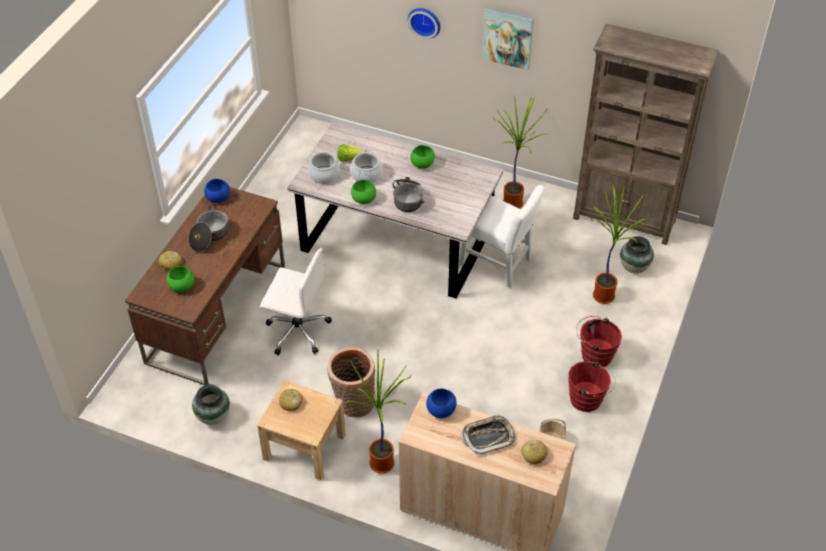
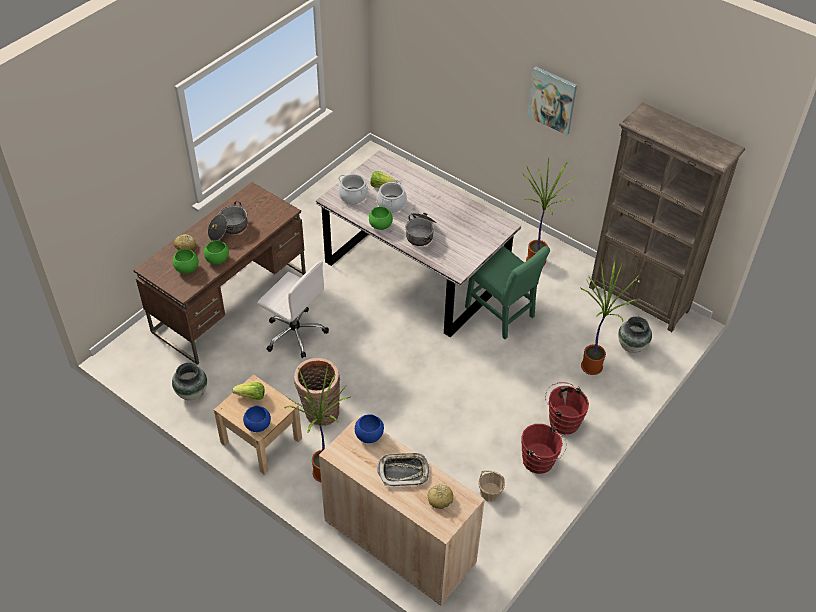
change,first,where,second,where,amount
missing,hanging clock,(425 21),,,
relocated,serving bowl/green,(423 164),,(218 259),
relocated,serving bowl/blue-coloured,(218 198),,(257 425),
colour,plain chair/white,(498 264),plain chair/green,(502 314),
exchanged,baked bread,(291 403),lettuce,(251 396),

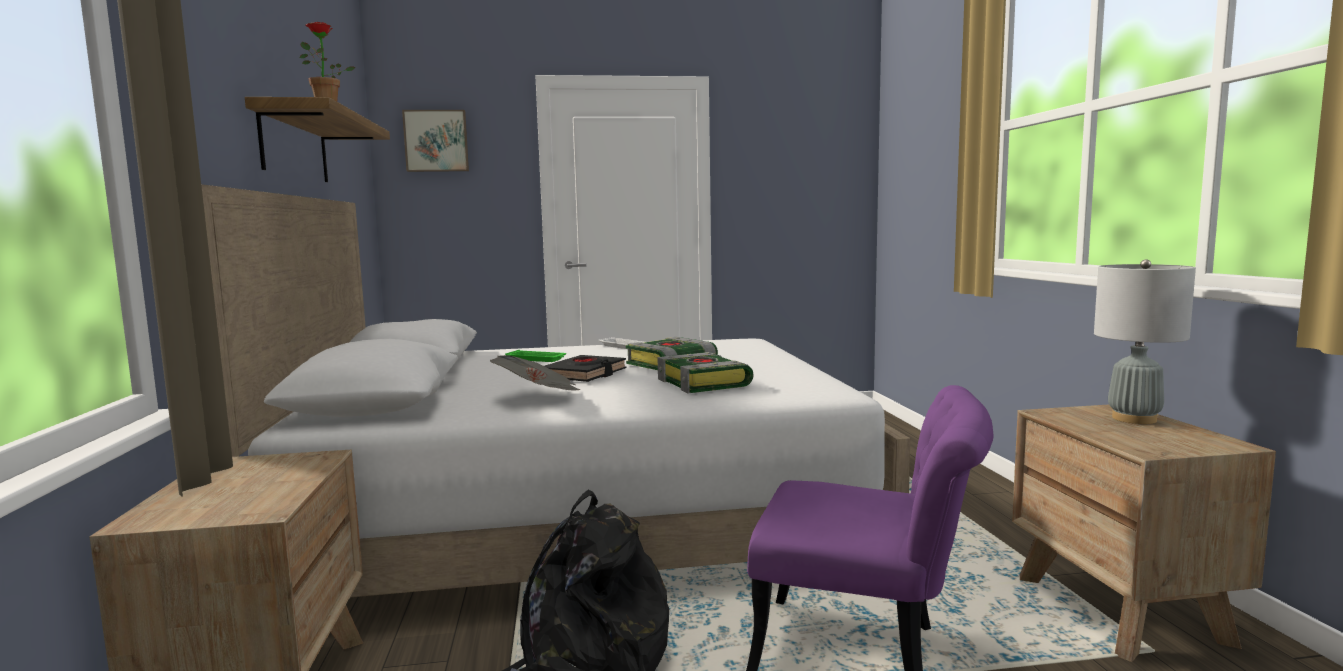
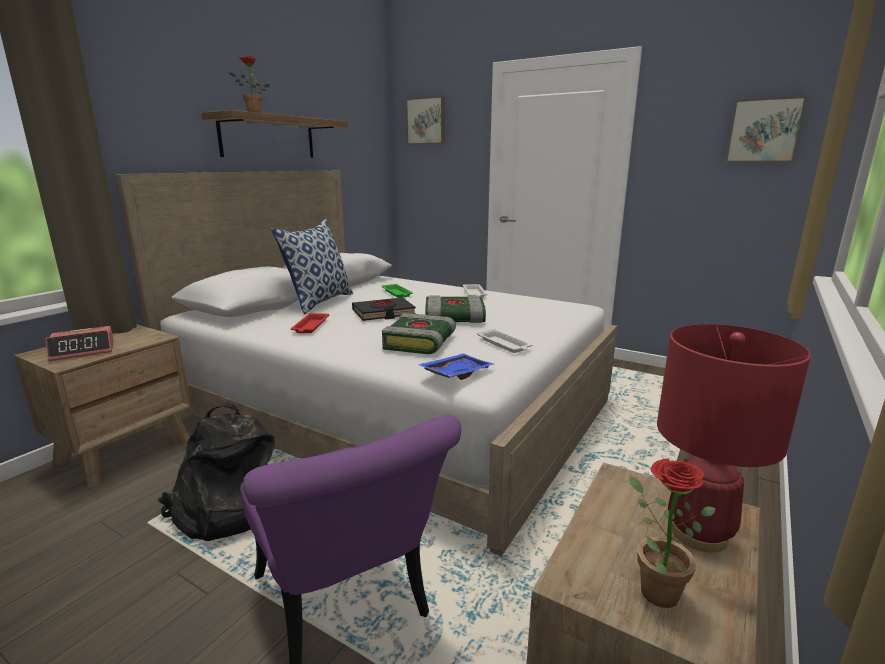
change,first,where,second,where,amount
colour,tabletop lamp/greyish,(1134 418),tabletop lamp/reddish,(699 533),
exchanged,printed paper,(539 398),carrying tray/reddish,(310 326),
appeared,,,picture,(764 131),
appeared,,,throw pillow,(319 302),
appeared,,,bedside clock,(83 351),
appeared,,,carrying tray/white,(504 344),
appeared,,,carrying tray/blue-coloured,(456 374),
appeared,,,houseplant,(651 588),

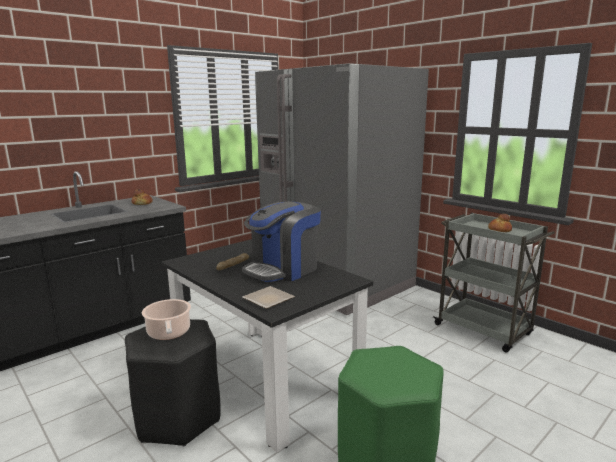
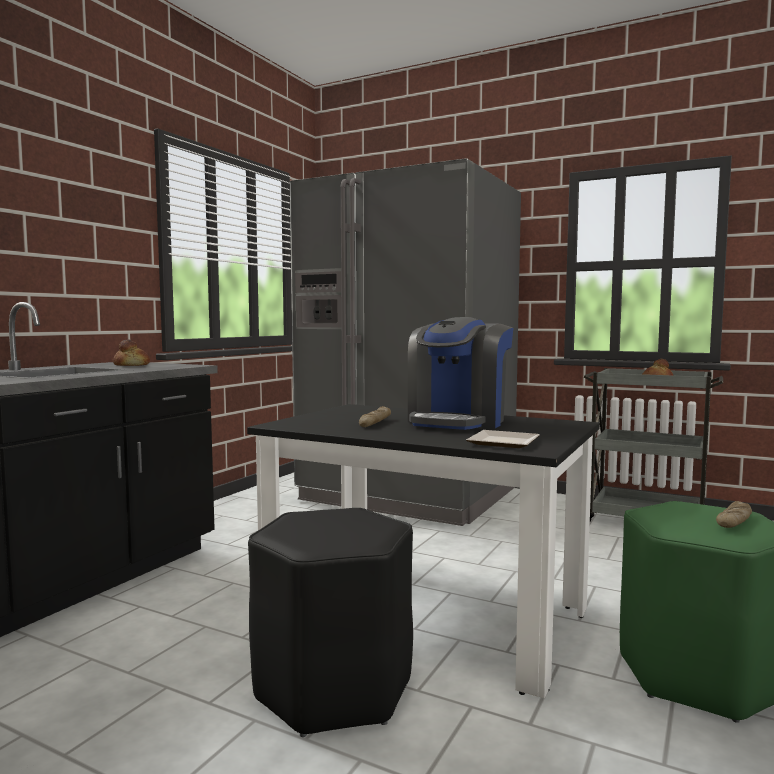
change,first,where,second,where,amount
missing,cooking pot,(169 333),,,
appeared,,,baked bread,(734 522),

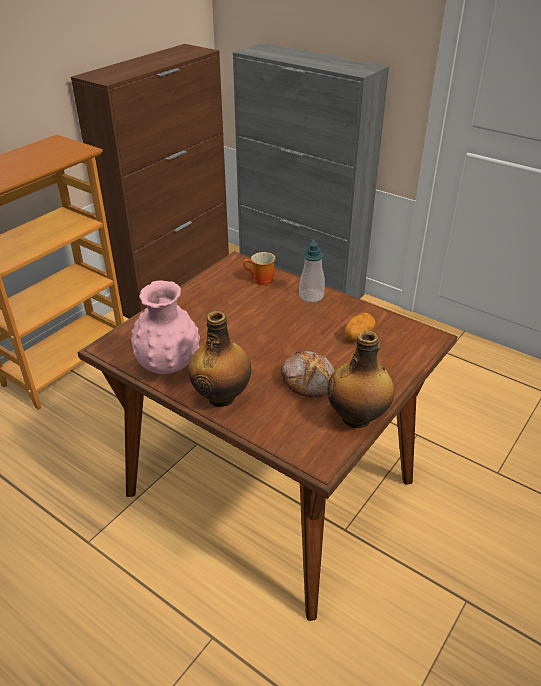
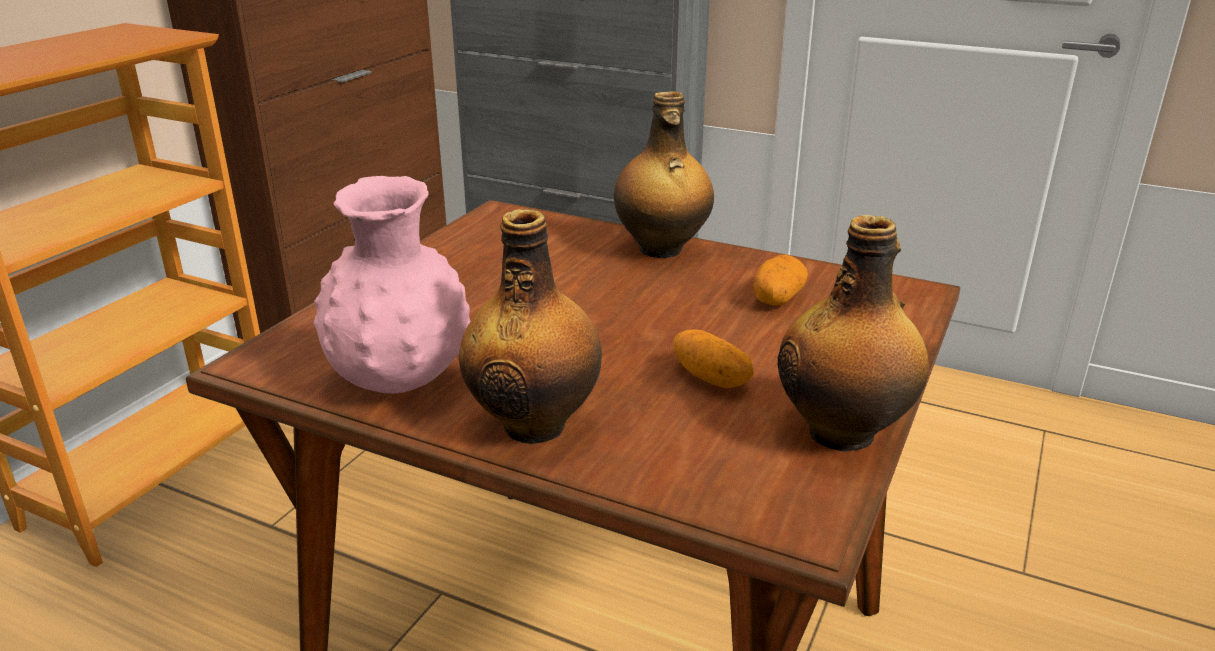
change,first,where,second,where,amount
exchanged,soap dispenser,(311 296),beverage bottle,(661 250),
missing,coffee mug,(260 280),,,
exchanged,baked bread,(308 380),spud,(711 378),

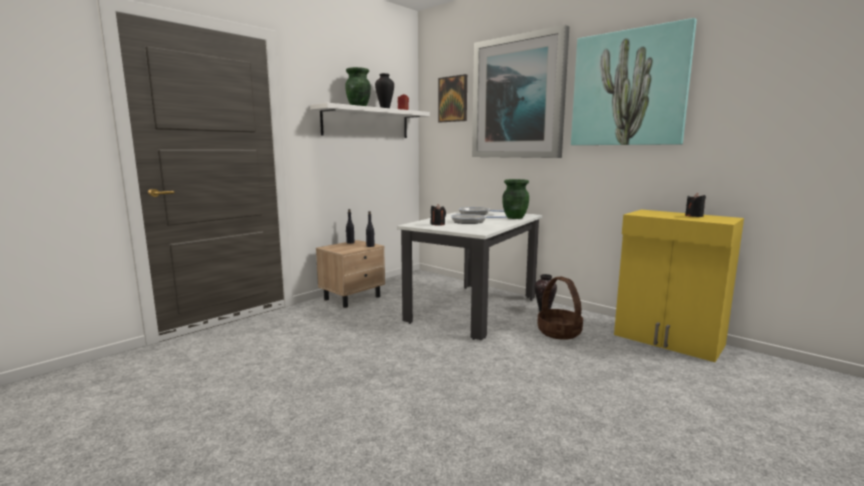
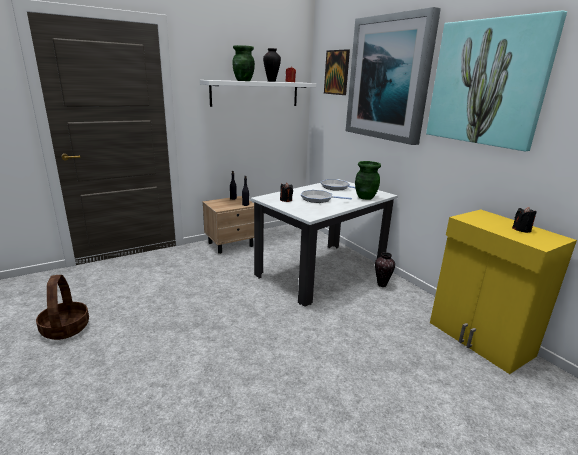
change,first,where,second,where,amount
relocated,household basket,(559 332),,(65 328),

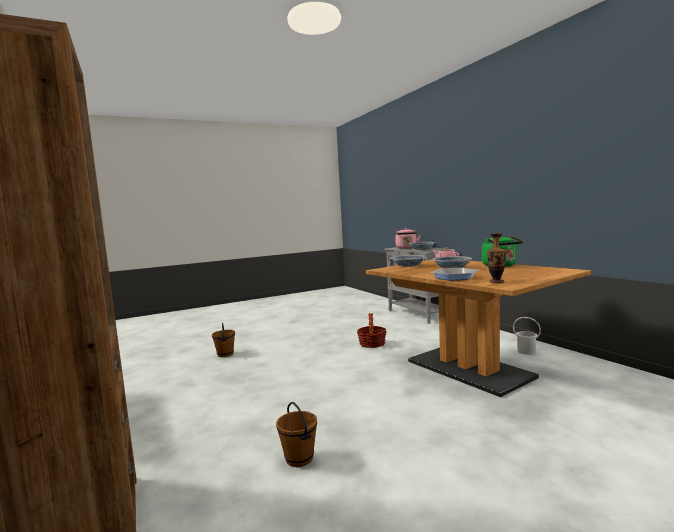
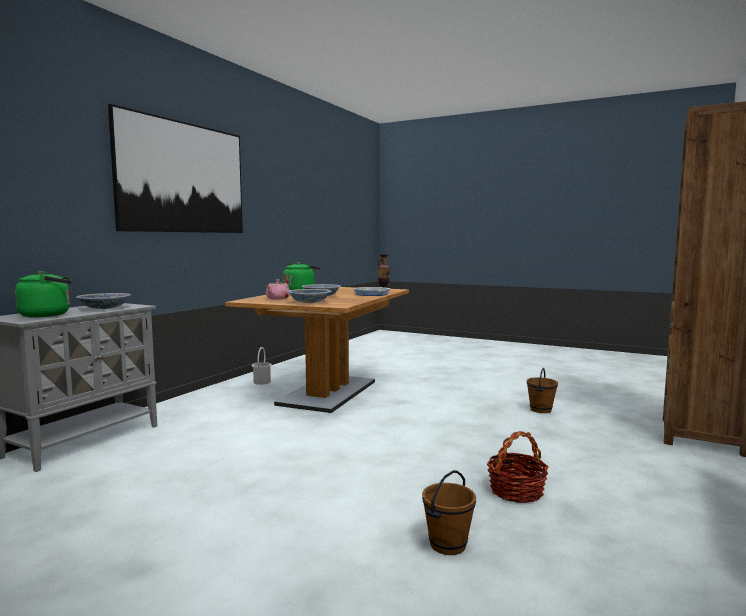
change,first,where,second,where,amount
colour,water kettle/pink,(406 248),water kettle/green,(48 315),
relocated,household basket,(372 344),,(516 491),
appeared,,,picture,(183 178),

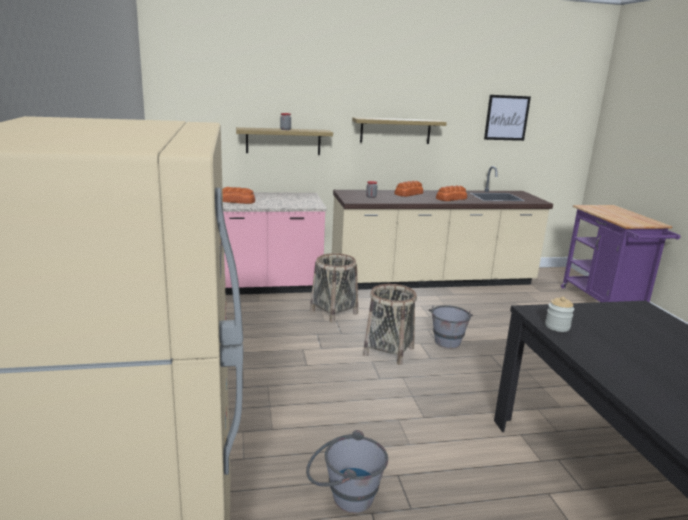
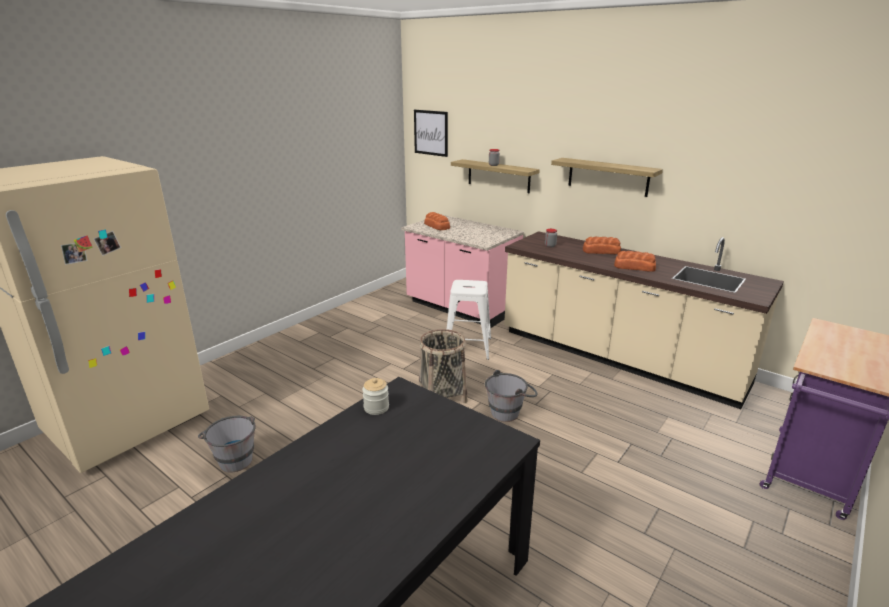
change,first,where,second,where,amount
relocated,picture,(506 118),,(431 133),
exchanged,household basket,(334 312),stool seat/white,(467 347),

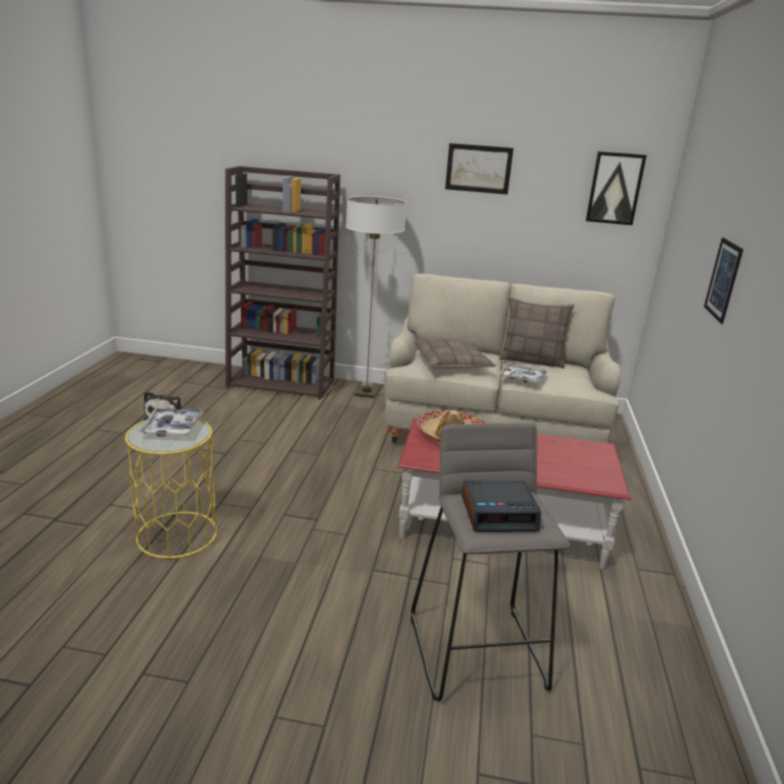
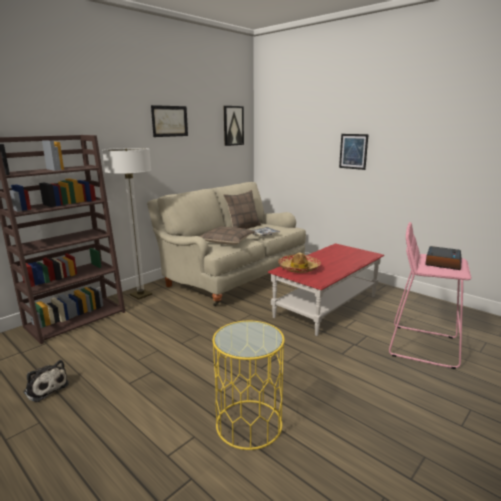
change,first,where,second,where,amount
missing,carrying tray,(173 428),,,
colour,stool seat/greyish,(478 652),stool seat/pink,(422 345),

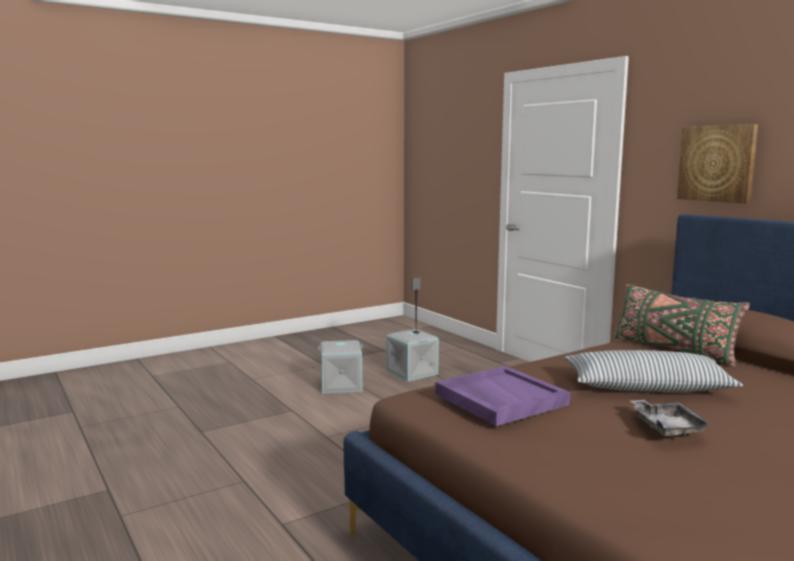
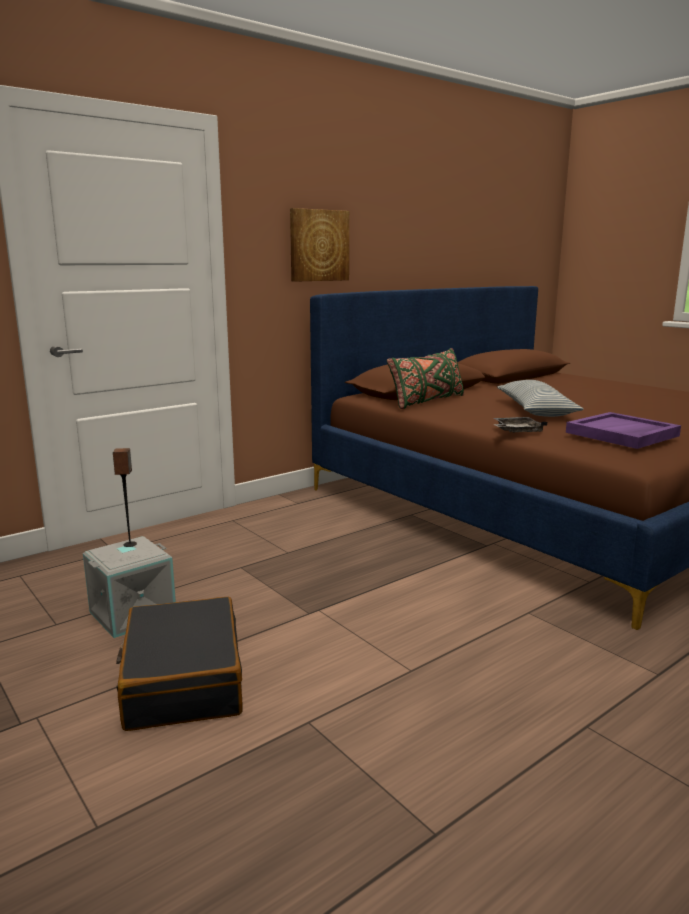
change,first,where,second,where,amount
exchanged,storage container/greyish,(341 385),suitcase/blackish,(182 680),
relocated,carrying tray/greyish,(667 426),,(517 431),

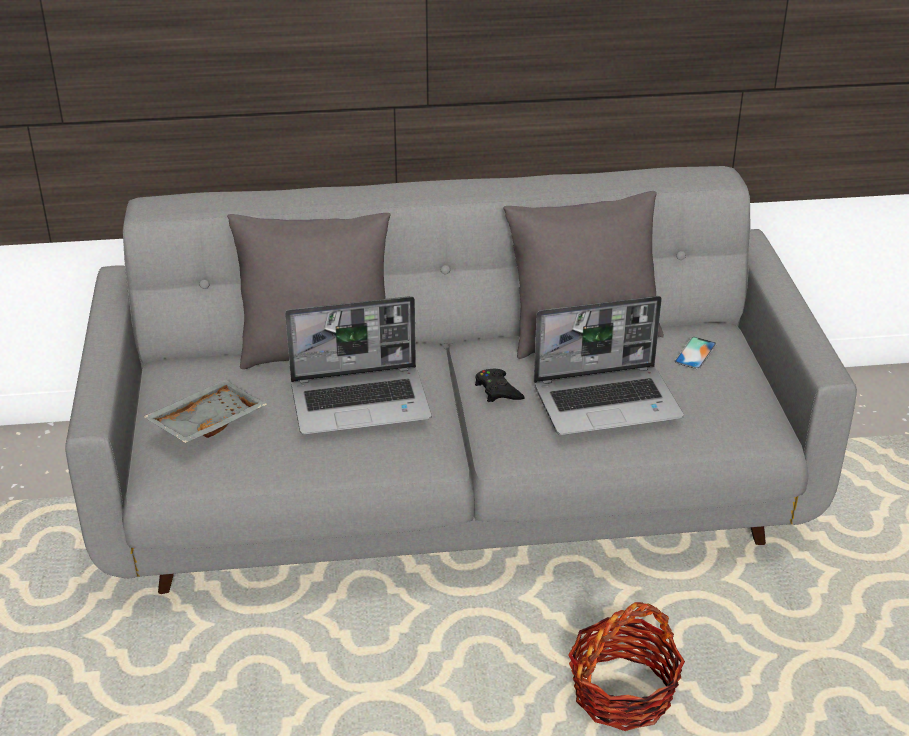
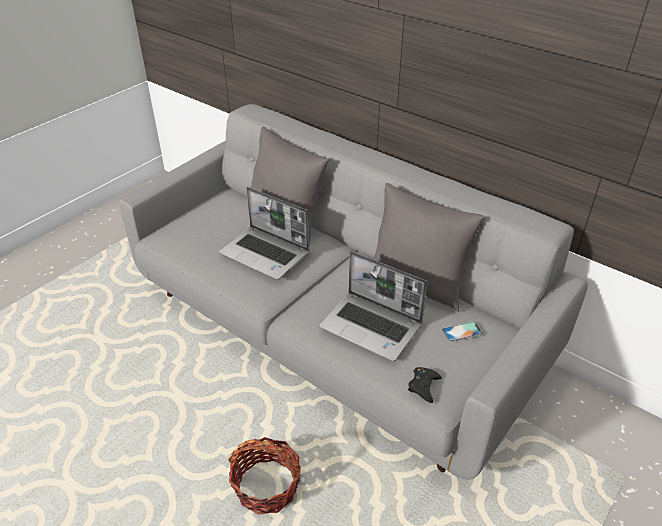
change,first,where,second,where,amount
relocated,joypad/blackish,(497 390),,(423 386),
missing,carrying tray/greyish,(206 422),,,

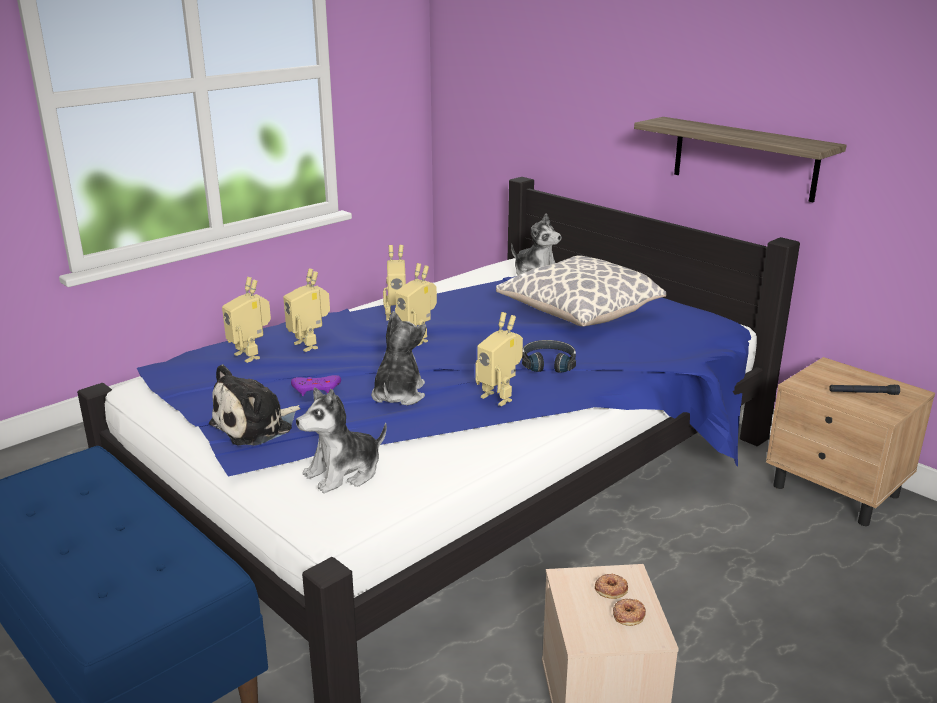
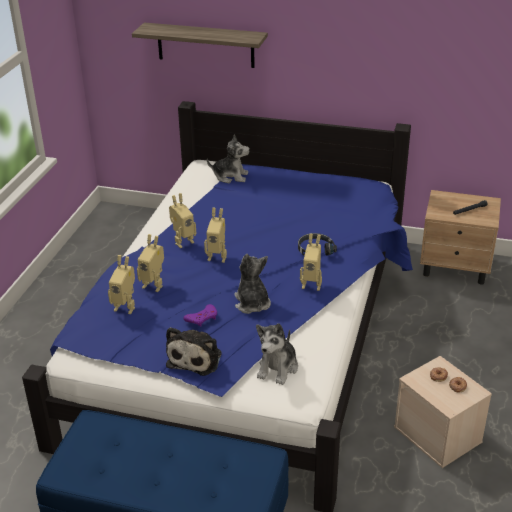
change,first,where,second,where,amount
relocated,wall shelf,(744 158),,(205 45),
missing,throw pillow,(579 315),,,

